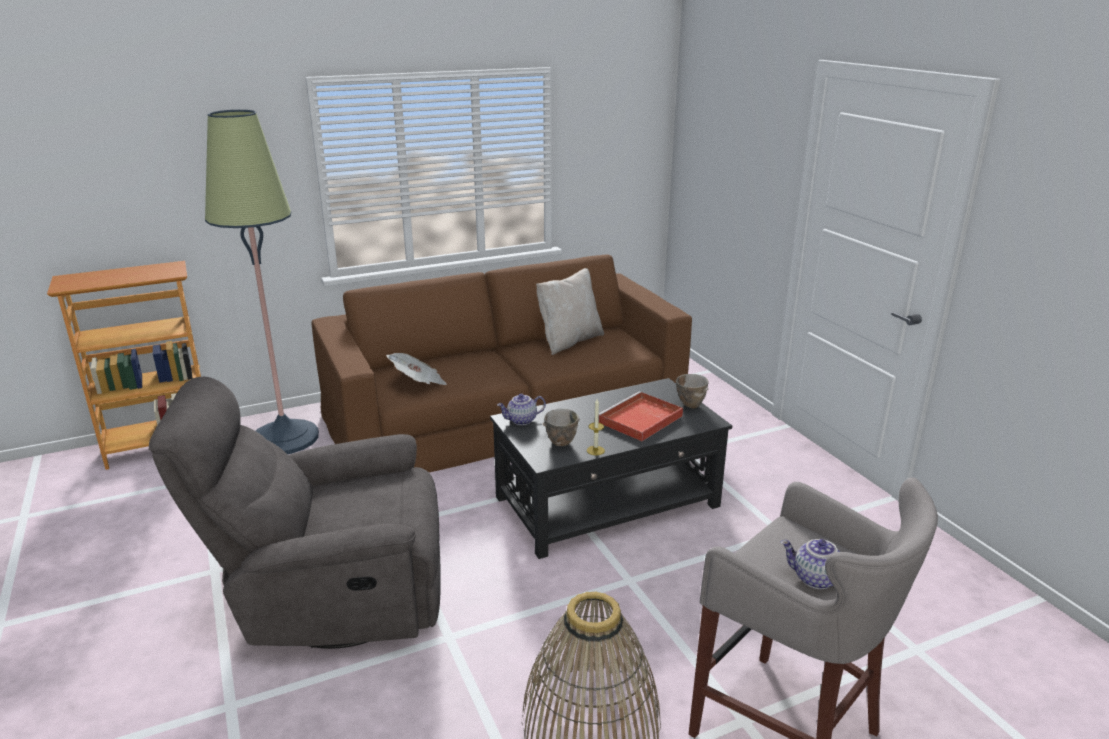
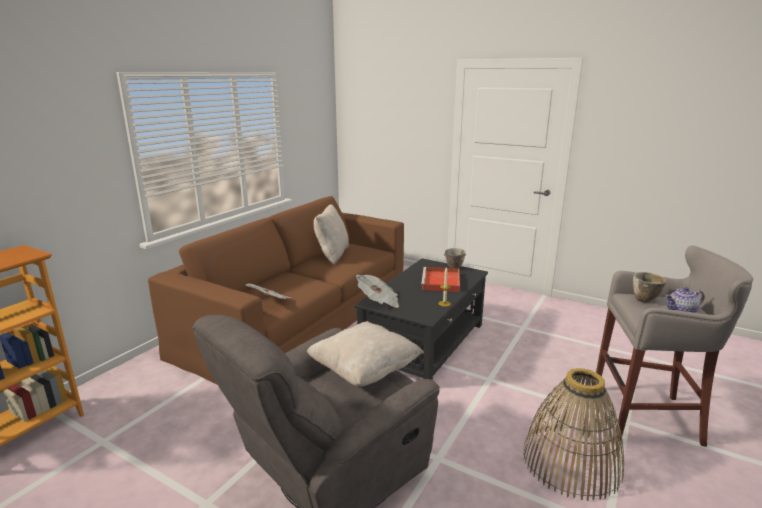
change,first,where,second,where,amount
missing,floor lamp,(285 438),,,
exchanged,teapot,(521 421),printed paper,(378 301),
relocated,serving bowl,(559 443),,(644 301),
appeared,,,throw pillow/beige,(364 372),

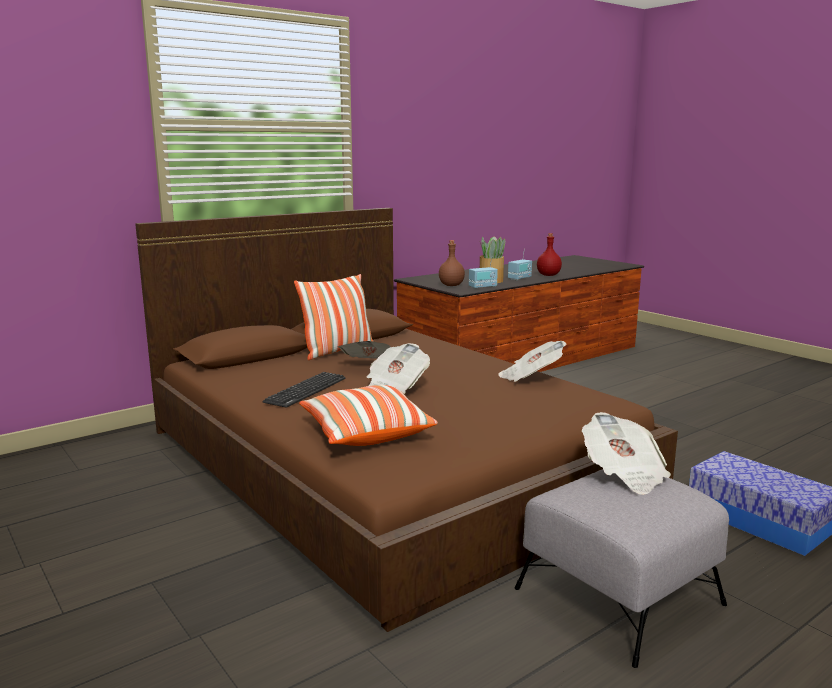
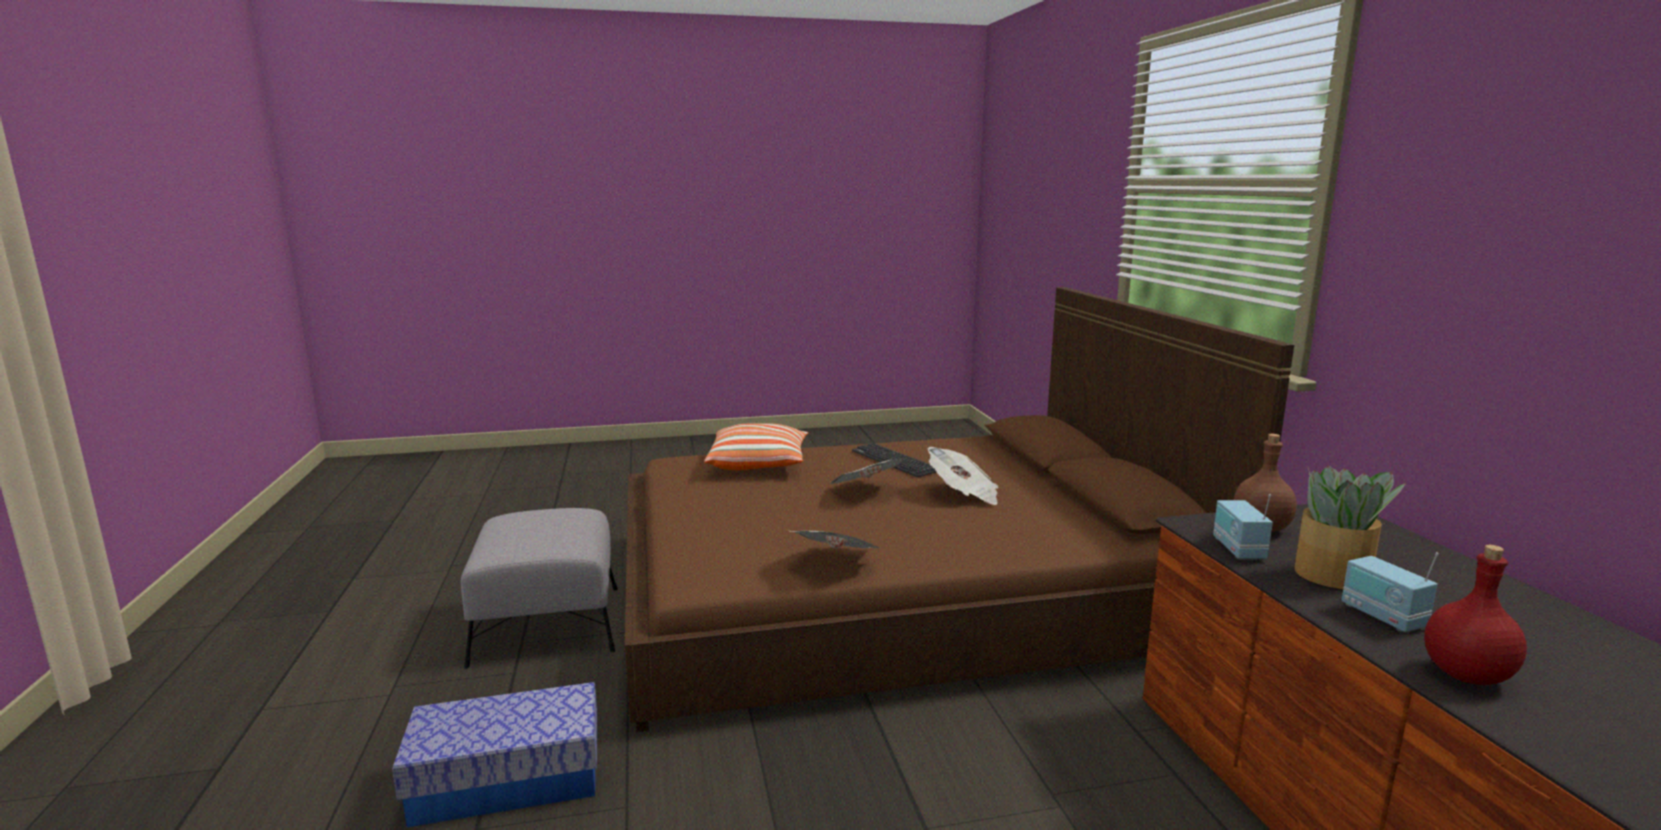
change,first,where,second,where,amount
missing,throw pillow,(337 351),,,
missing,printed paper,(624 474),,,

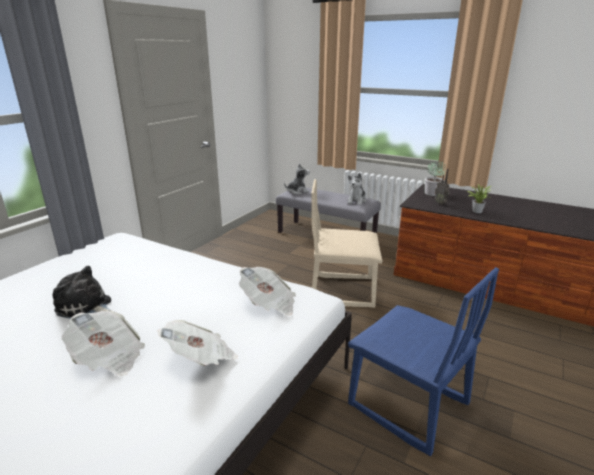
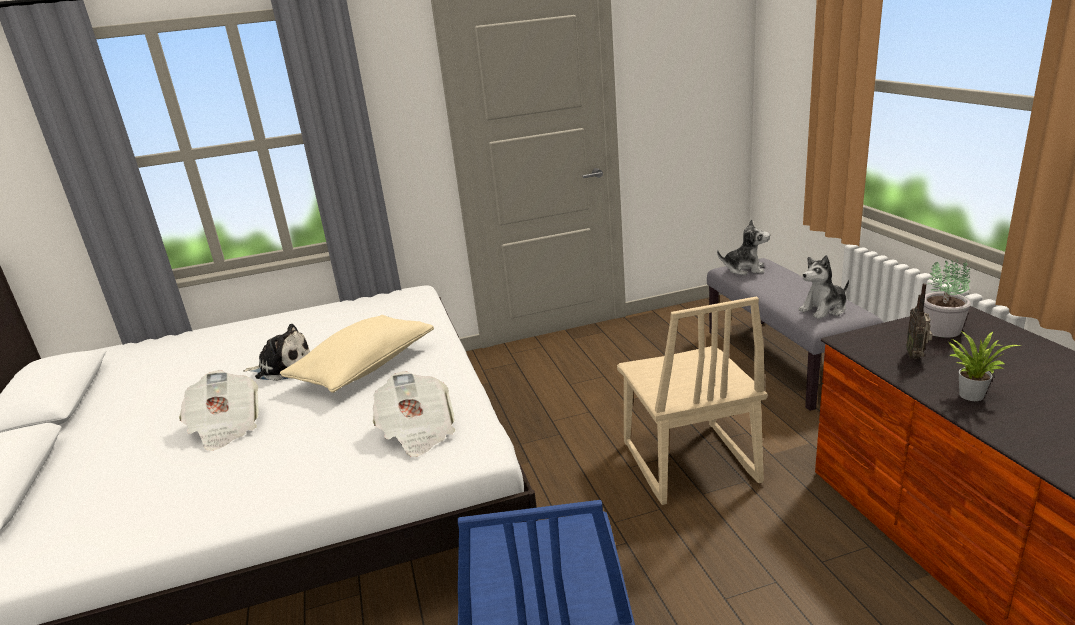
change,first,where,second,where,amount
spun,plain chair/beige,(342 290),,(688 463),150 degrees counterclockwise
spun,plush toy,(86 307),,(282 367),120 degrees clockwise
missing,printed paper,(201 358),,,
appeared,,,throw pillow/beige,(364 368),

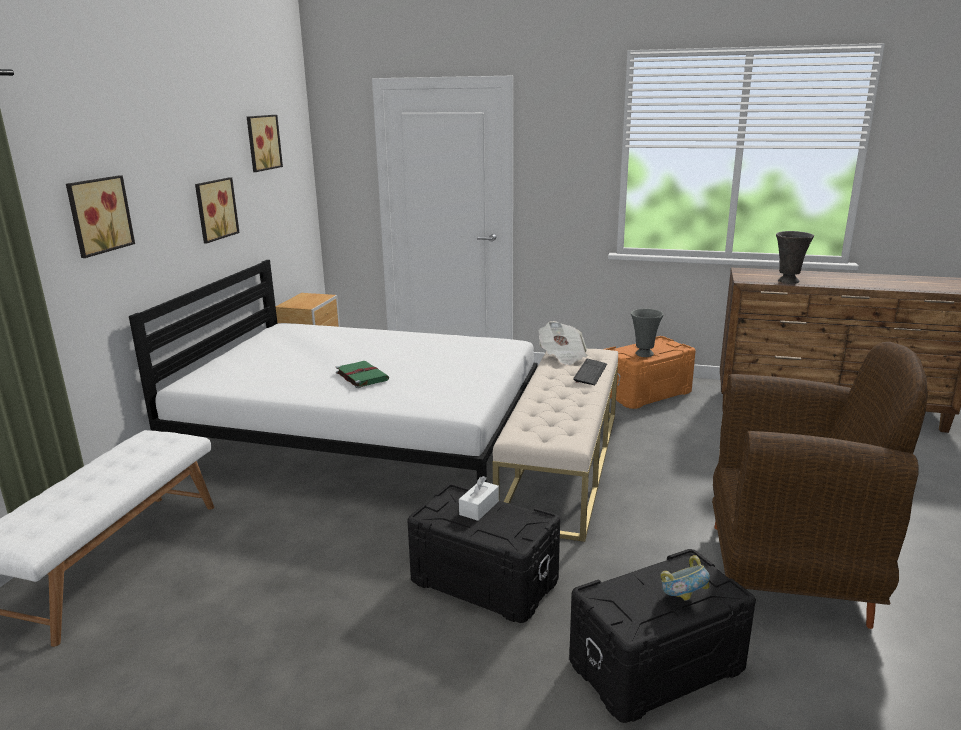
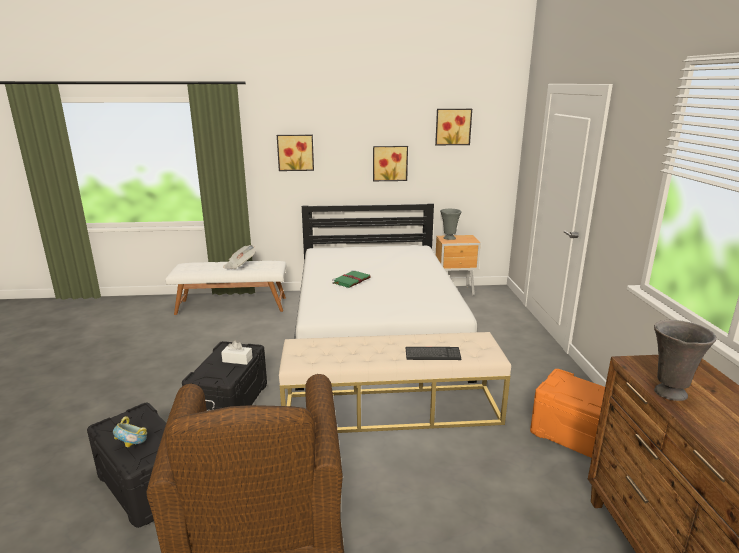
change,first,where,second,where,amount
relocated,vase/greyish,(644 354),,(449 238),
relocated,printed paper,(562 356),,(239 265),

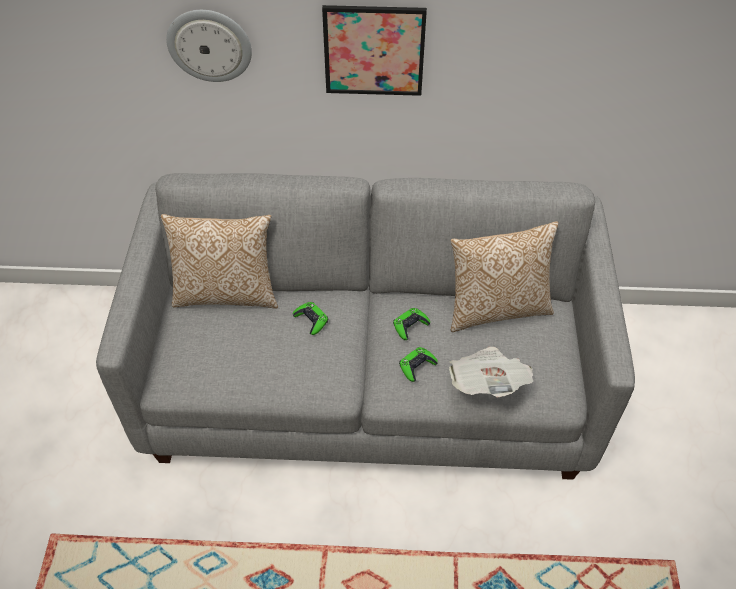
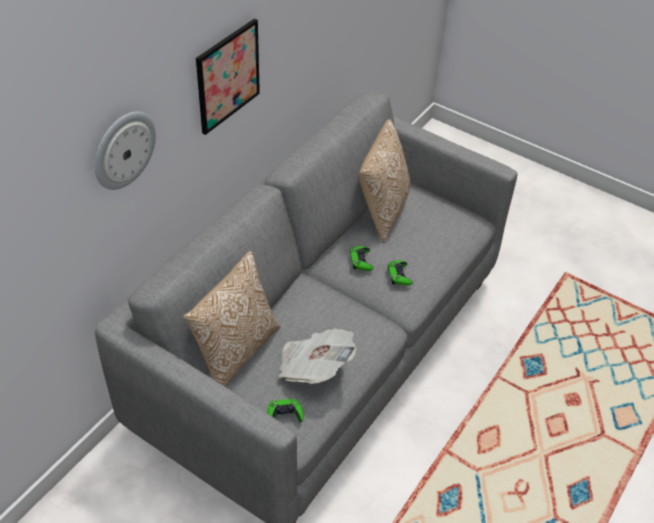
change,first,where,second,where,amount
relocated,joypad/green,(311 320),,(284 414),
relocated,printed paper,(487 383),,(314 367),

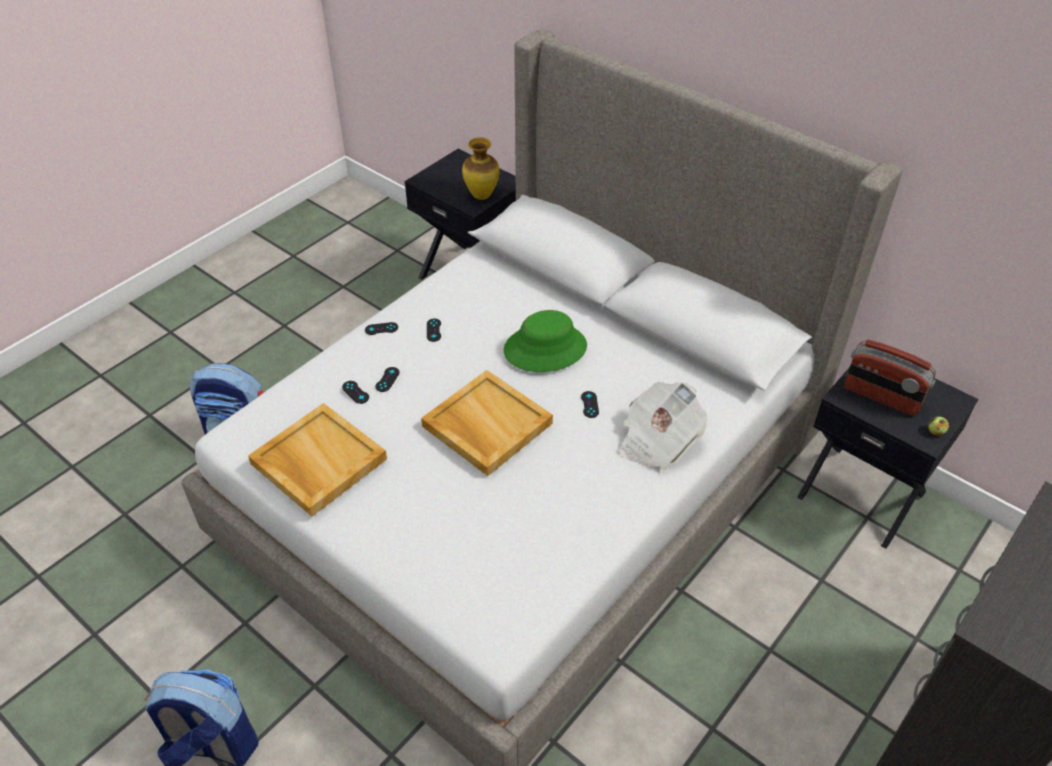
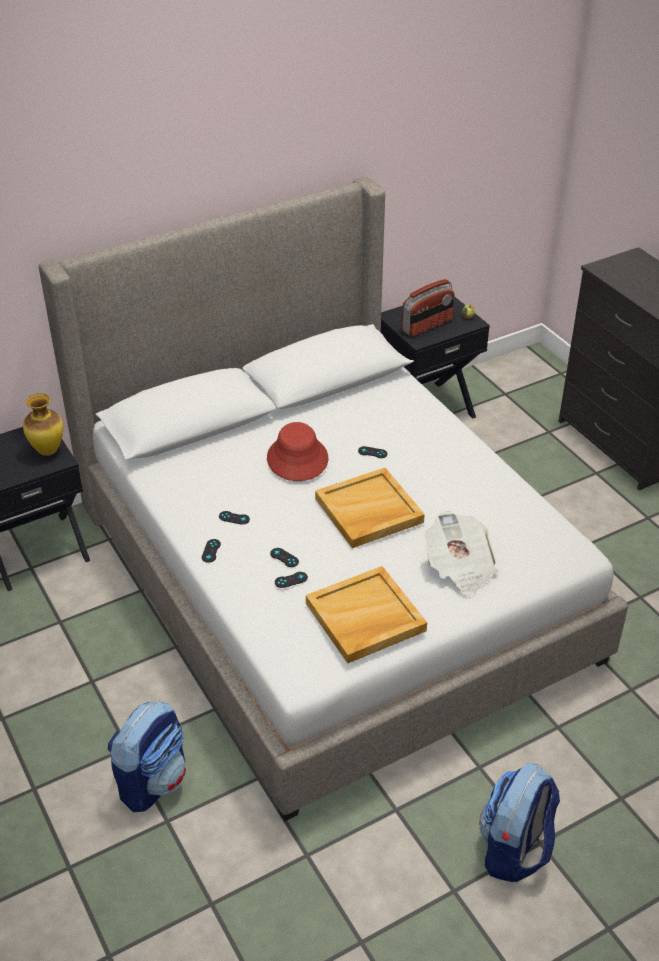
change,first,where,second,where,amount
colour,wearable hat/green,(545 348),wearable hat/reddish,(297 459),
relocated,printed paper,(657 441),,(459 568),

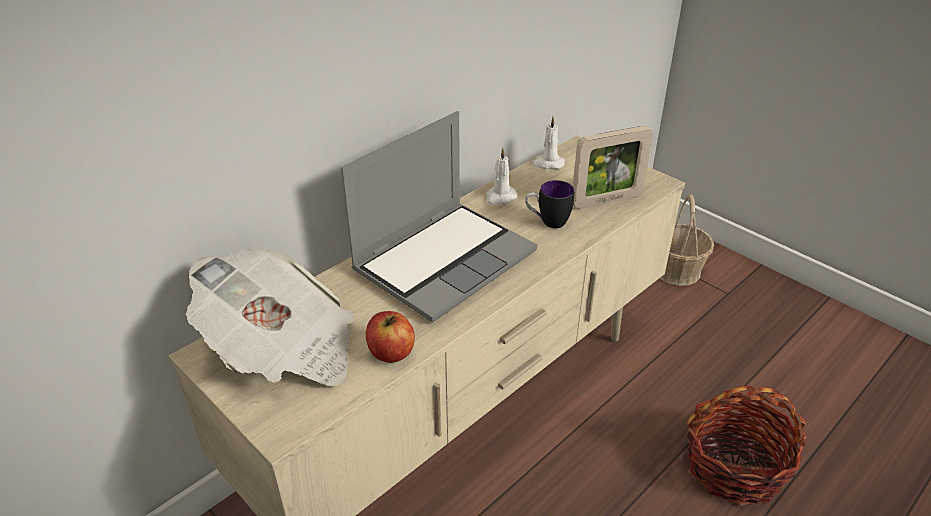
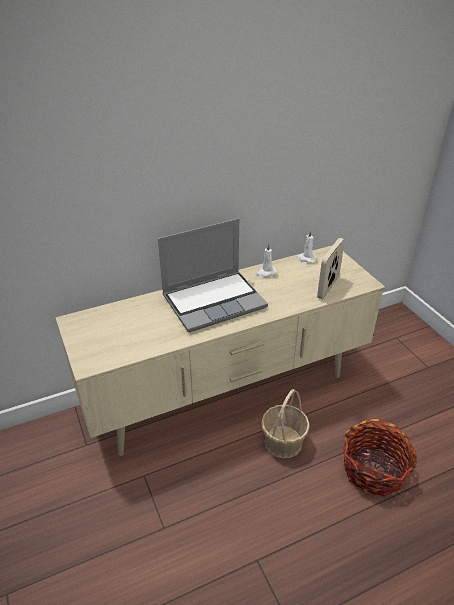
change,first,where,second,where,amount
spun,standing frame,(606 201),,(328 287),120 degrees clockwise
missing,coffee mug,(547 222),,,
relocated,household basket,(676 270),,(283 442),
missing,printed paper,(283 349),,,
missing,whole apple,(391 352),,,

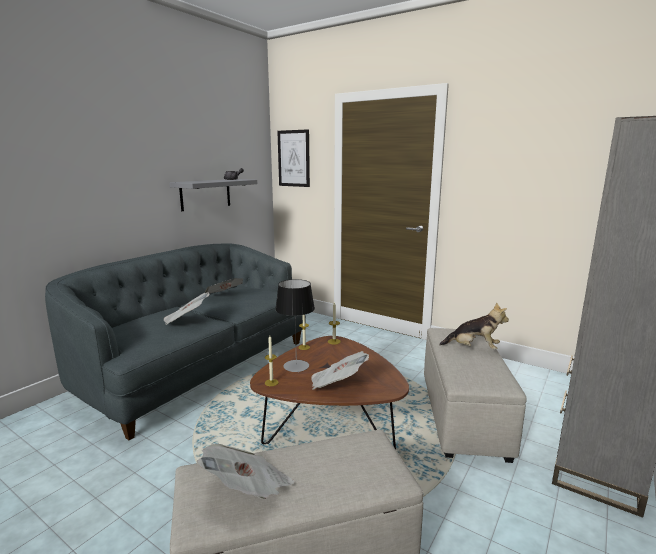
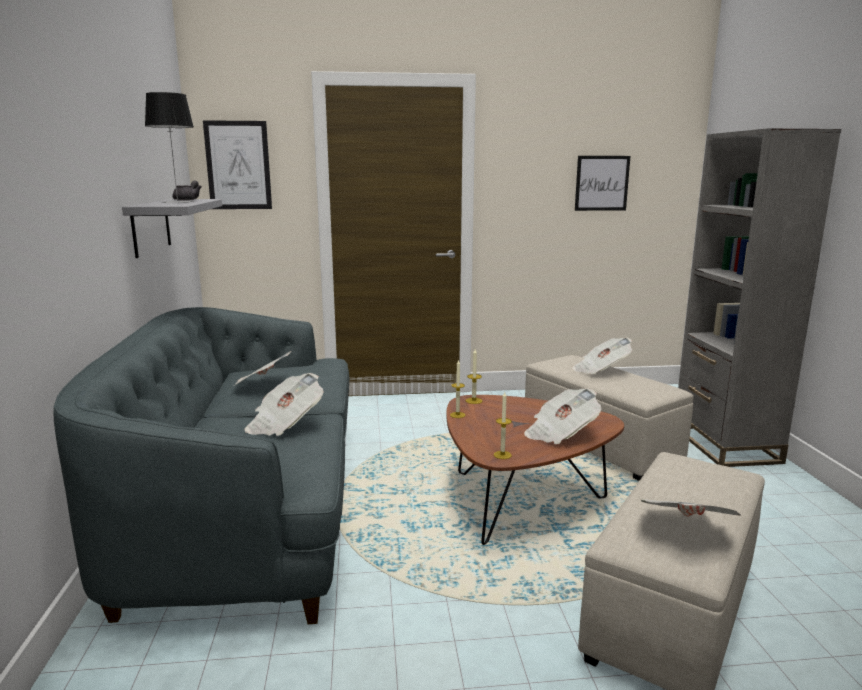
change,first,where,second,where,amount
relocated,tabletop lamp,(296 366),,(177 202),
exchanged,plush toy,(473 348),printed paper,(600 370),
appeared,,,picture,(602 183),

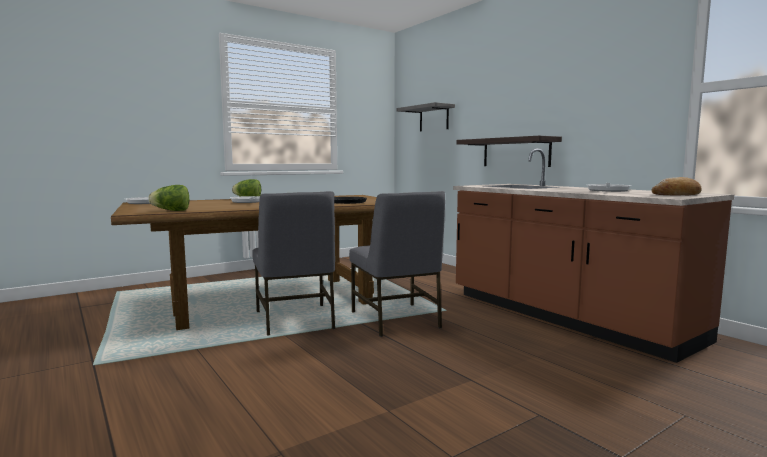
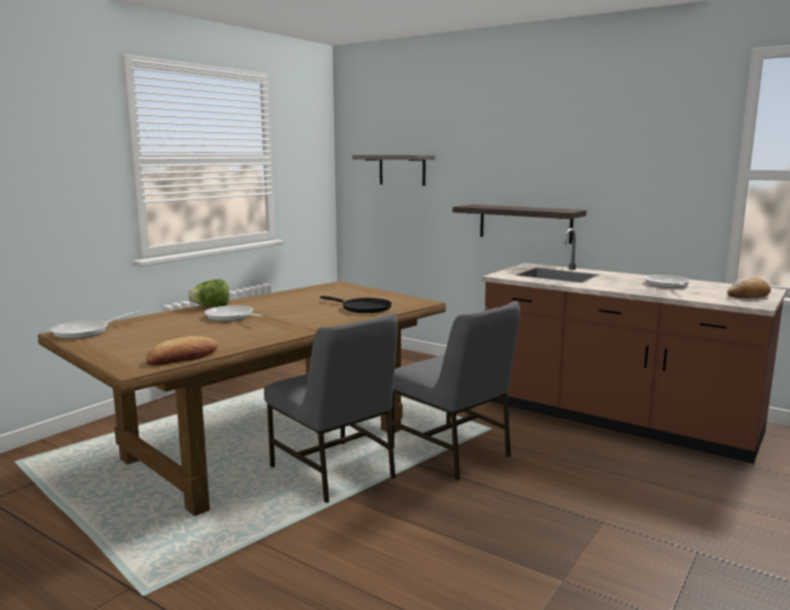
change,first,where,second,where,amount
exchanged,lettuce,(171 211),baked bread,(182 357),

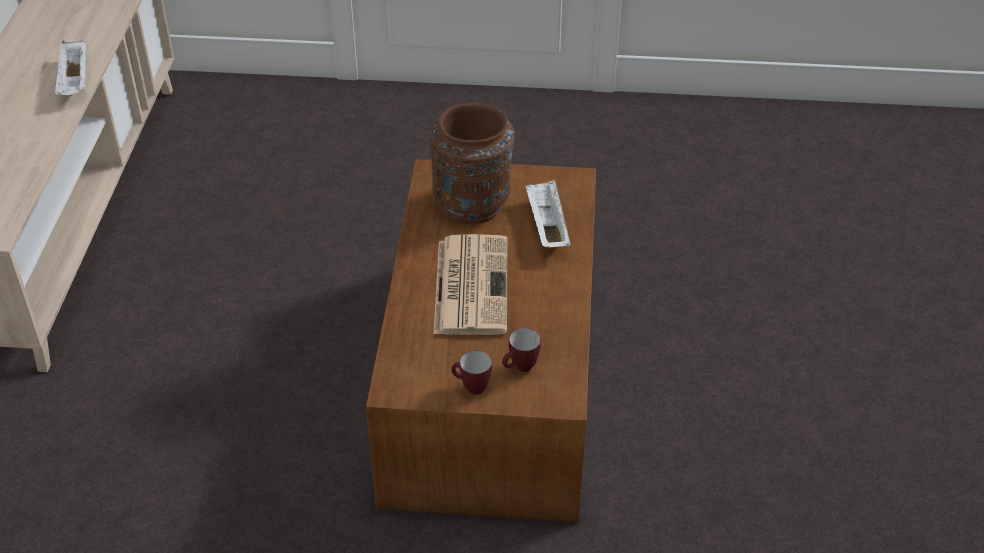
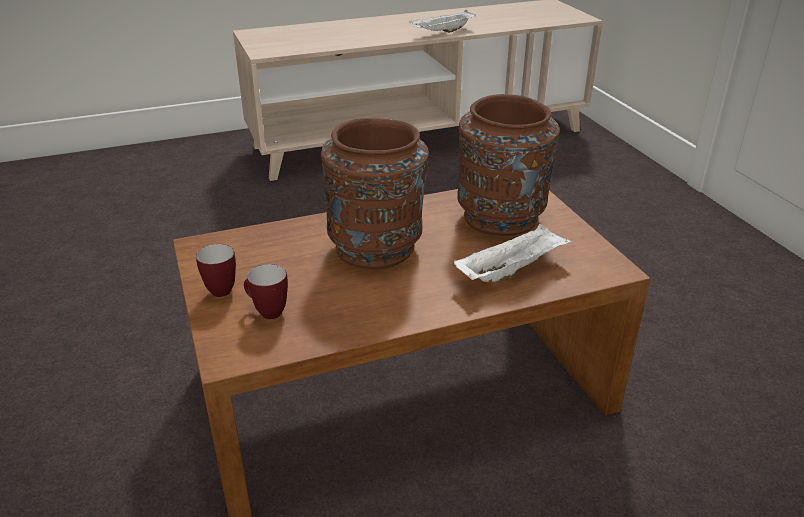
change,first,where,second,where,amount
exchanged,printed paper,(470 284),vase/brown-coloured,(377 248),

